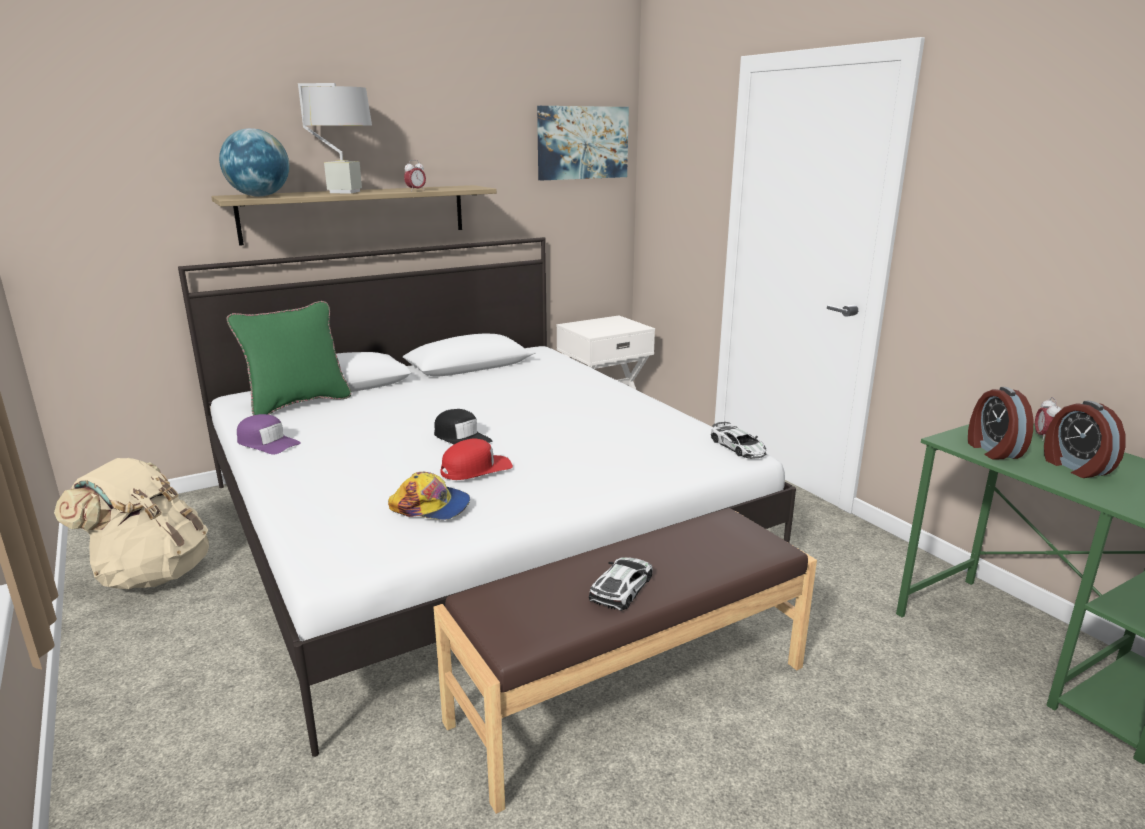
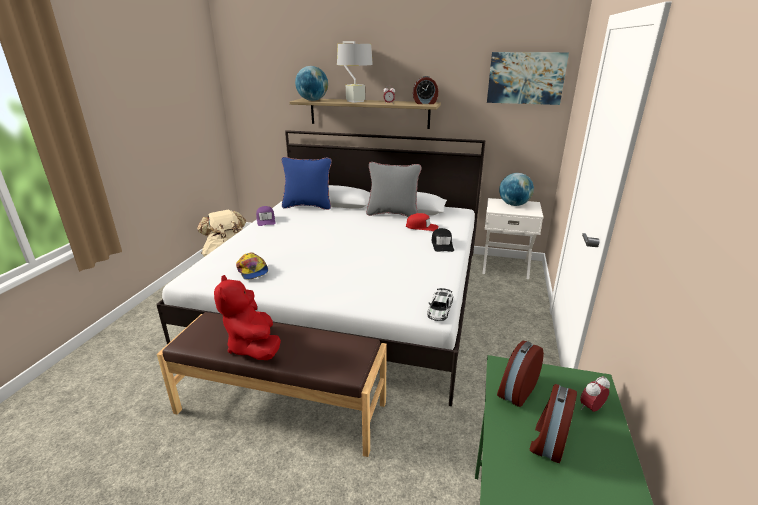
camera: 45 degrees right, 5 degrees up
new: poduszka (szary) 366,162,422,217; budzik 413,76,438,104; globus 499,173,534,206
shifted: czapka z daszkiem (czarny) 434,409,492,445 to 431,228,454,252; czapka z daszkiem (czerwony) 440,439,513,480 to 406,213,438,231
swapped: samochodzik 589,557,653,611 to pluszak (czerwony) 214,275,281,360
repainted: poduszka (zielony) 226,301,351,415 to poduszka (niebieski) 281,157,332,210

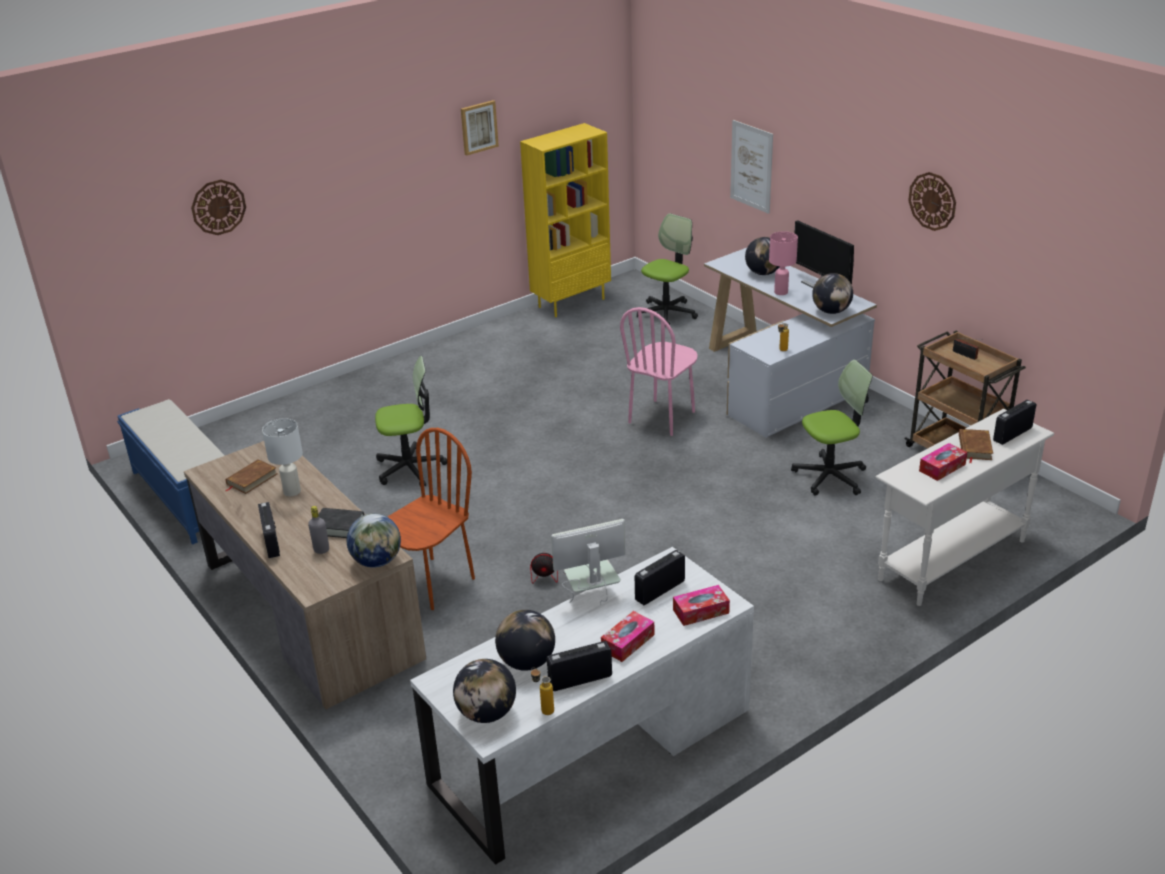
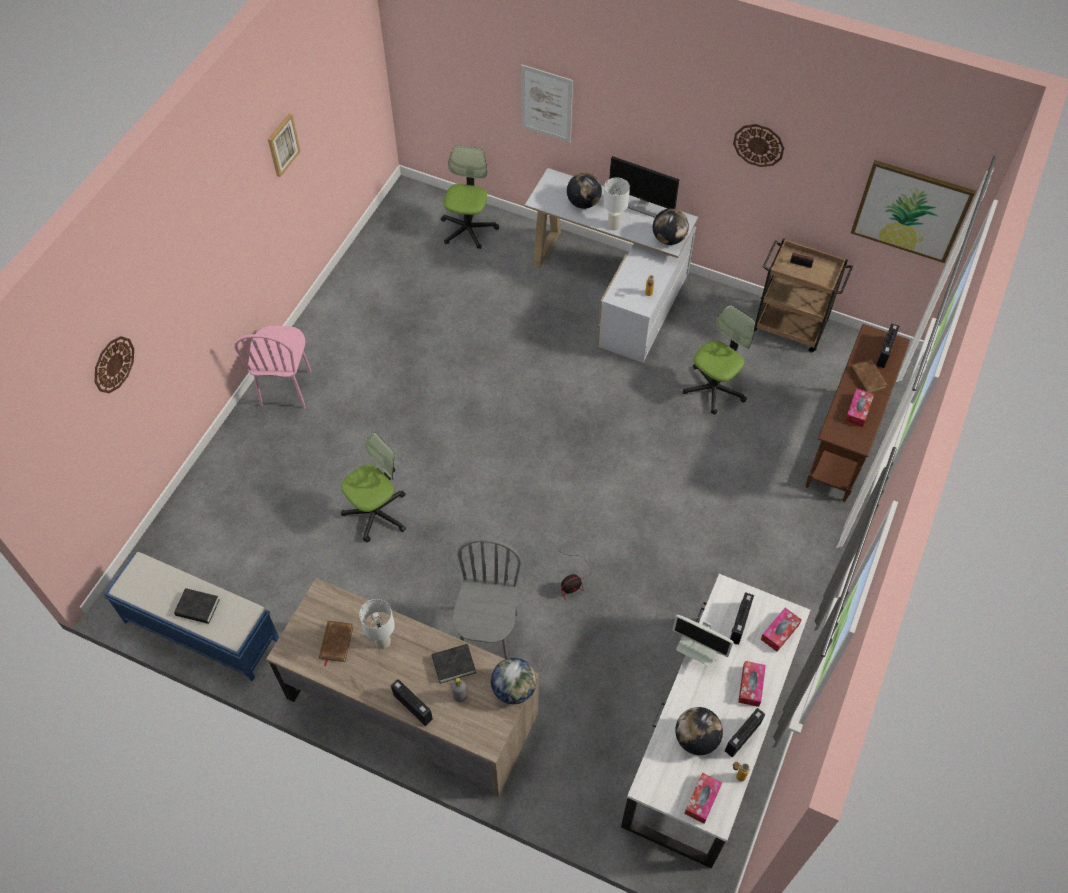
camera: 30 degrees left, 25 degrees up
gone: regał (żółty) 520,123,611,317
new: książka (czarny) 174,588,220,624; obraz 851,160,976,263
shifted: krzesło (różowy) 620,307,698,436 to 234,326,311,408
swapped: globus 453,659,516,723 to pudełko chusteczek 684,772,723,824
repainted: krzesło (brązowy) 388,428,475,610 to krzesło (szary) 452,538,522,659; lampa stołowa (różowy) 769,231,798,295 to lampa stołowa (biały) 603,177,630,230; stolik konsolowy (biały) 876,409,1054,606 to stolik konsolowy (brązowy) 805,324,910,502
rotated: monitor 551,519,626,606 = 673,615,733,666 105 degrees counterclockwise

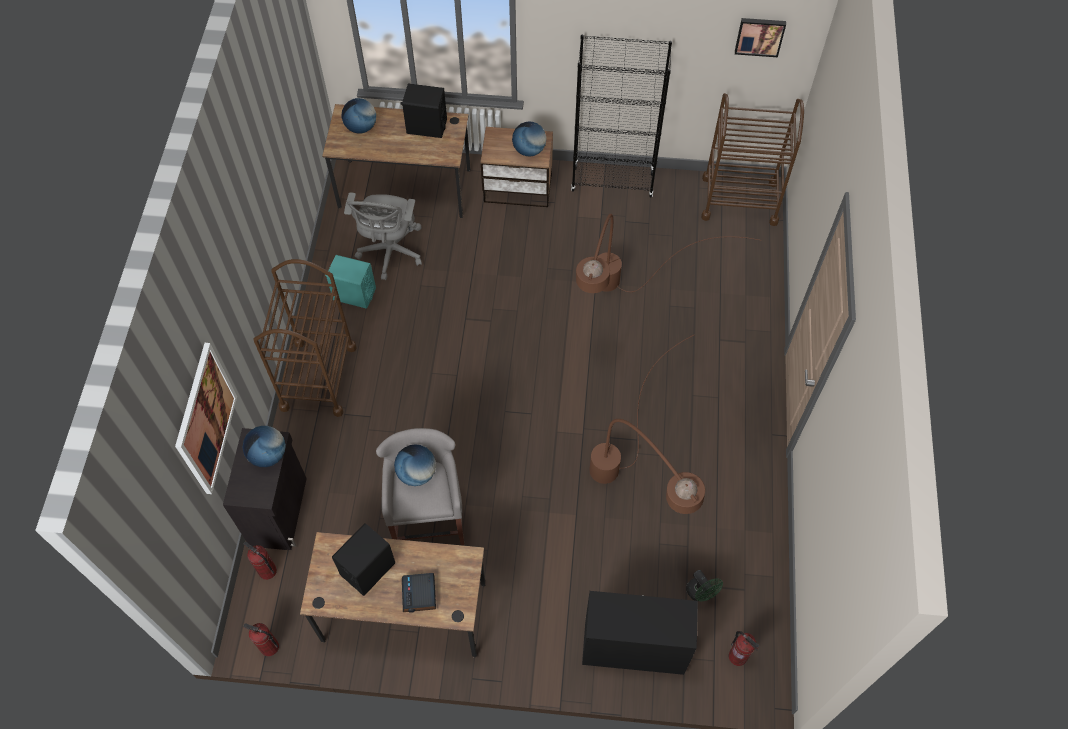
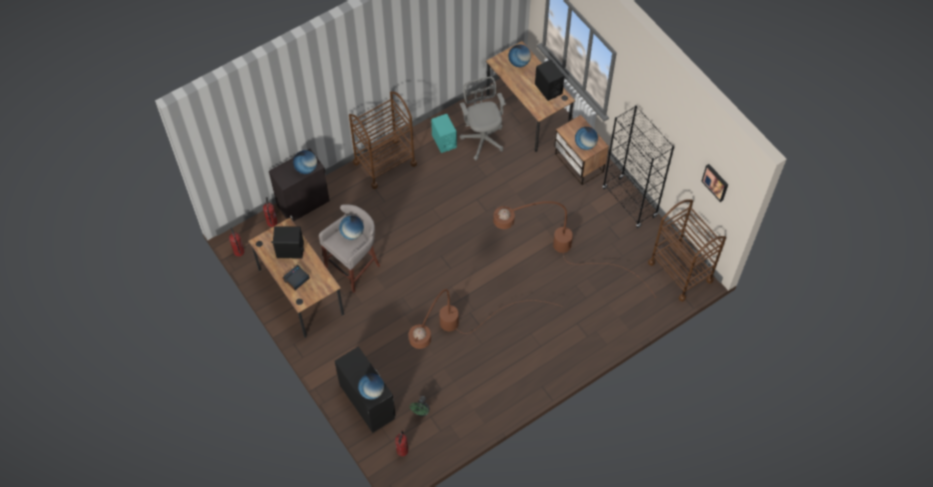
camera: 50 degrees right, 0 degrees up
gone: obraz 175,343,237,494
new: globus 358,373,384,400
rotated: krzesło biurowe (szary) 344,192,422,280 = 459,77,506,160 105 degrees clockwise

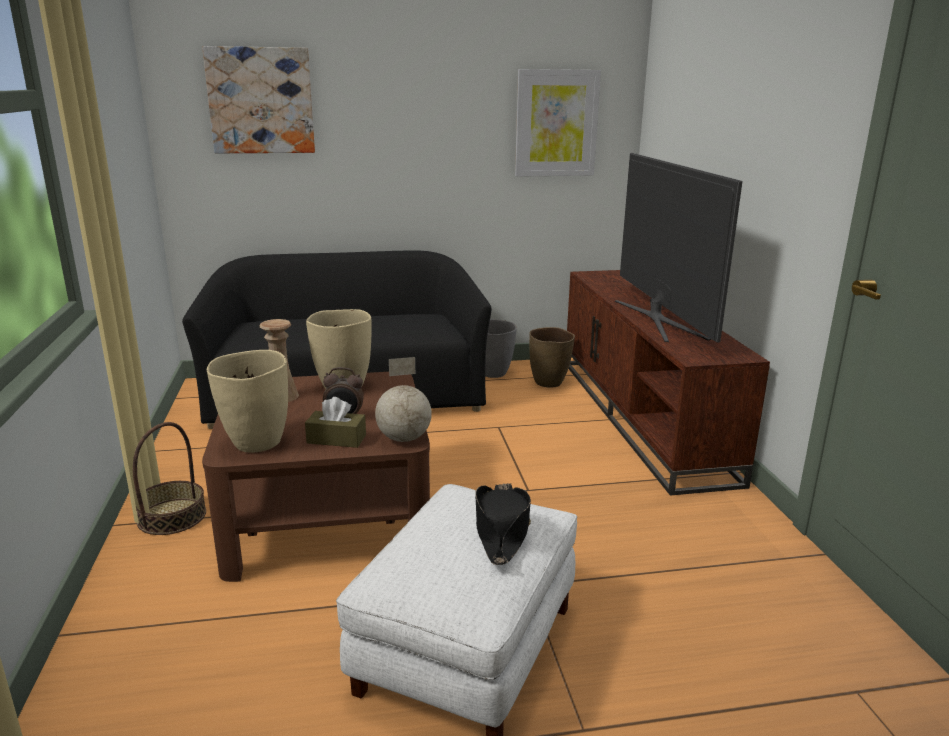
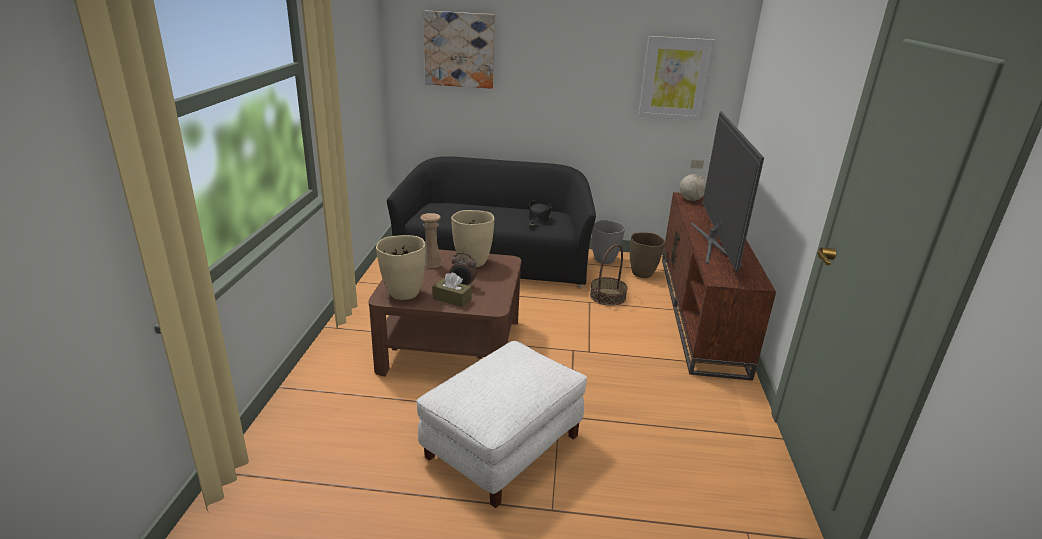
camera: 15 degrees right, 5 degrees up
shifted: koszyk 133,422,206,535 to 590,244,628,306; globus 375,357,432,442 to 679,160,706,201; kapelusz (czarny) 475,483,531,565 to 528,201,551,226

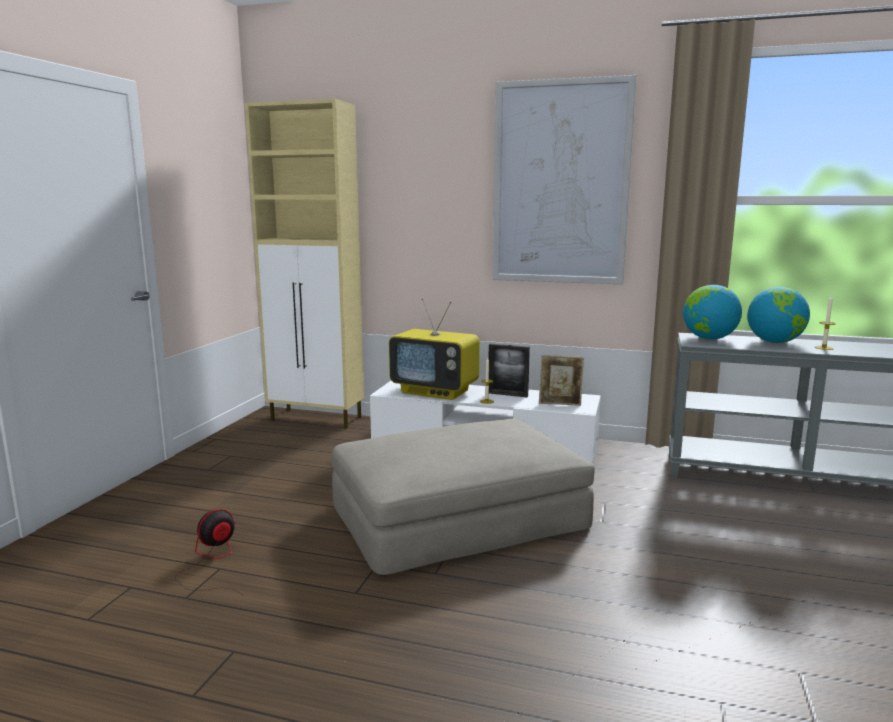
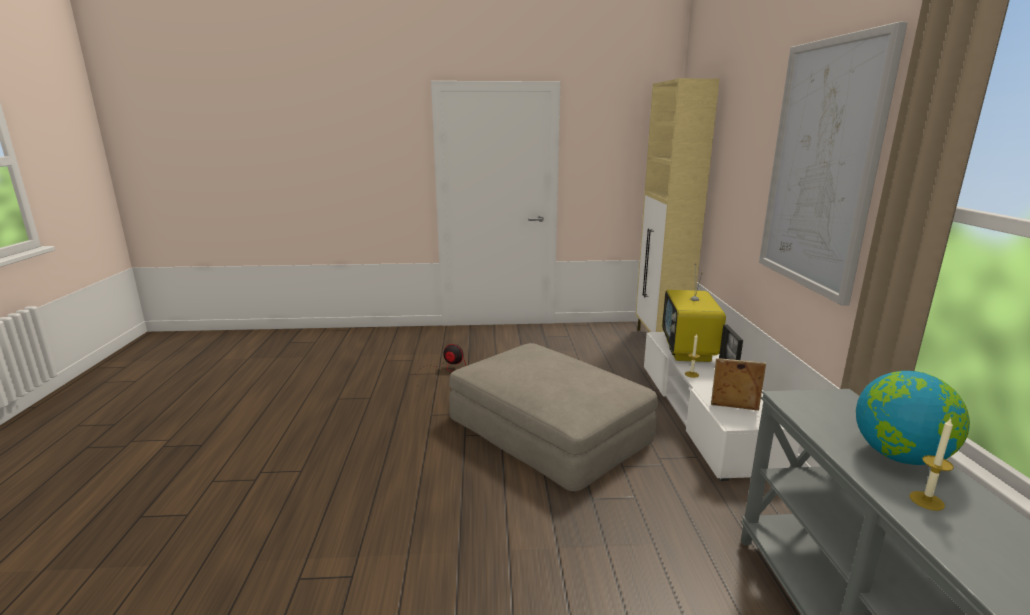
camera: 70 degrees right, 5 degrees up
gone: globus 683,285,742,340
rotated: ramka na zdjęcie 539,355,584,406 = 711,358,766,411 120 degrees clockwise

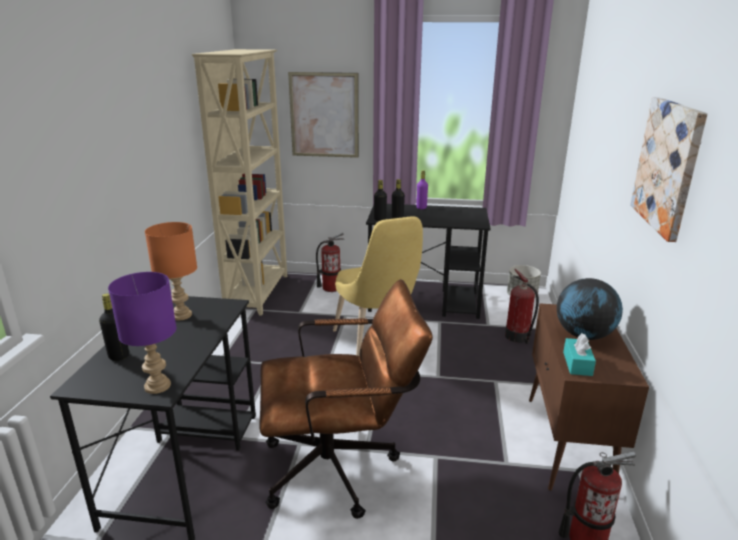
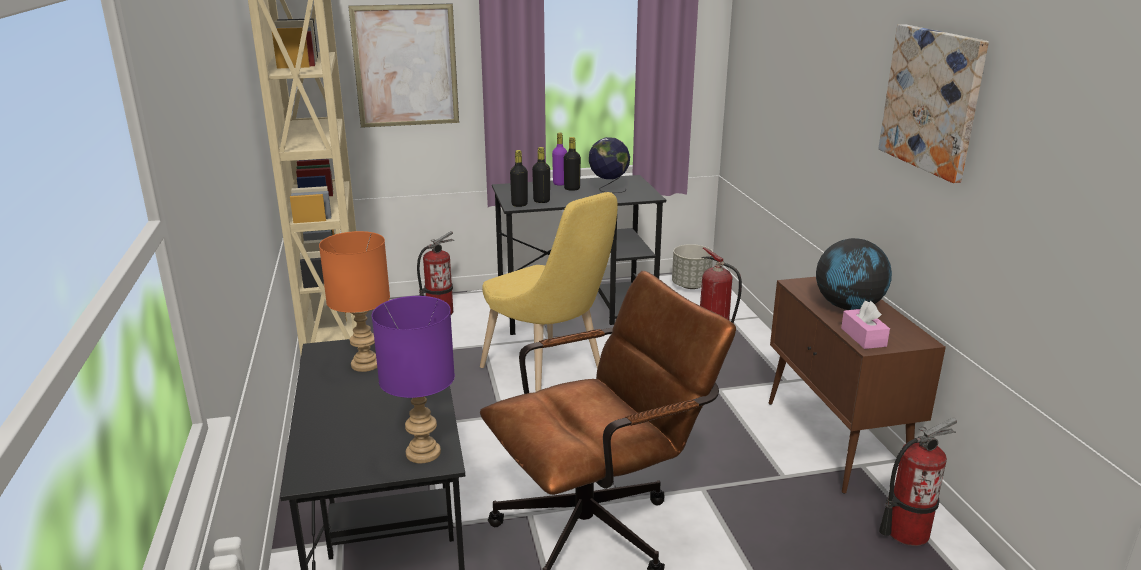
camera: 20 degrees left, 0 degrees up
new: globus 589,137,630,193
shifted: butelka (czarny) 99,293,129,361 to 564,137,581,191
repainted: pudełko chusteczek (turkusowy) 563,333,596,376 to pudełko chusteczek (różowy) 841,301,890,349

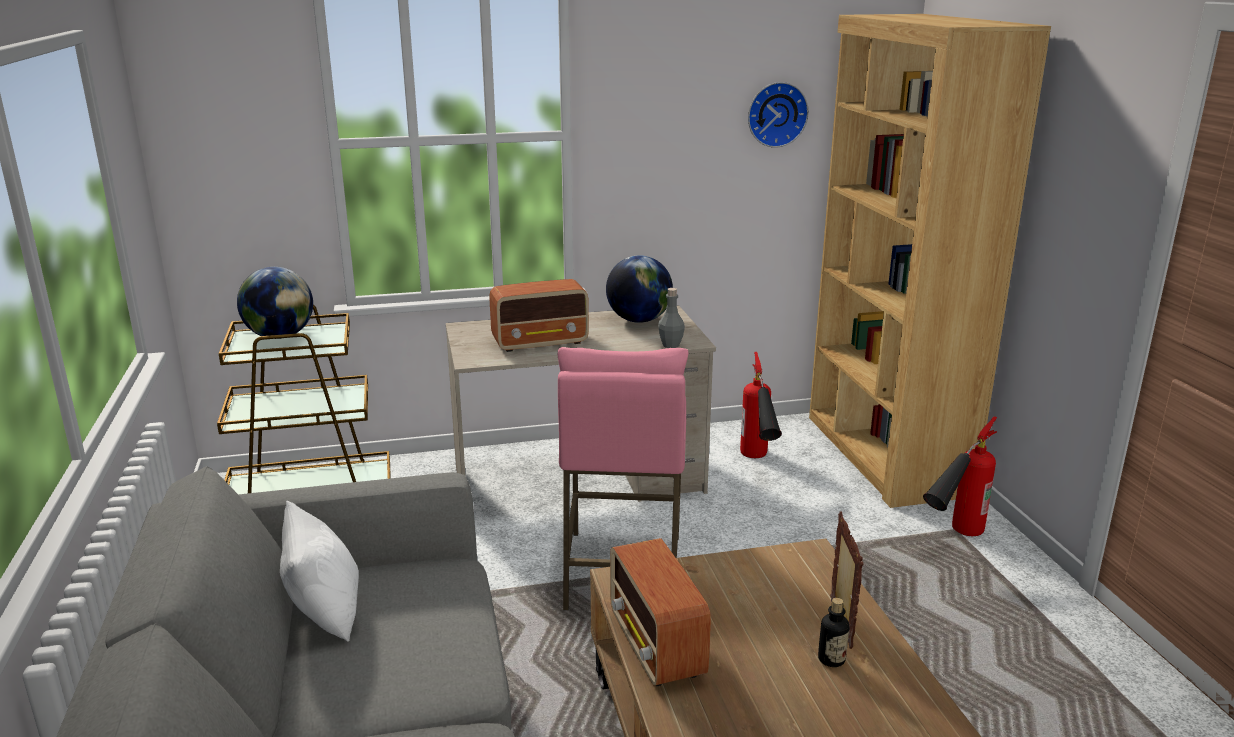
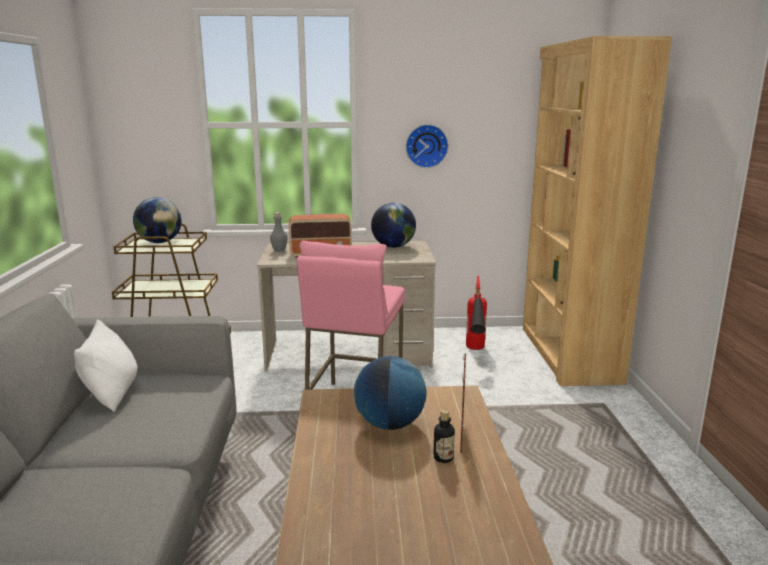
camera: 10 degrees right, 5 degrees down
gone: radio 610,538,711,687; gaśnica 923,416,997,536
new: globus 354,356,427,430
shifted: butelka (szary) 658,288,685,348 to 270,212,288,252; zegar ścienny 748,82,809,148 to 406,124,448,168

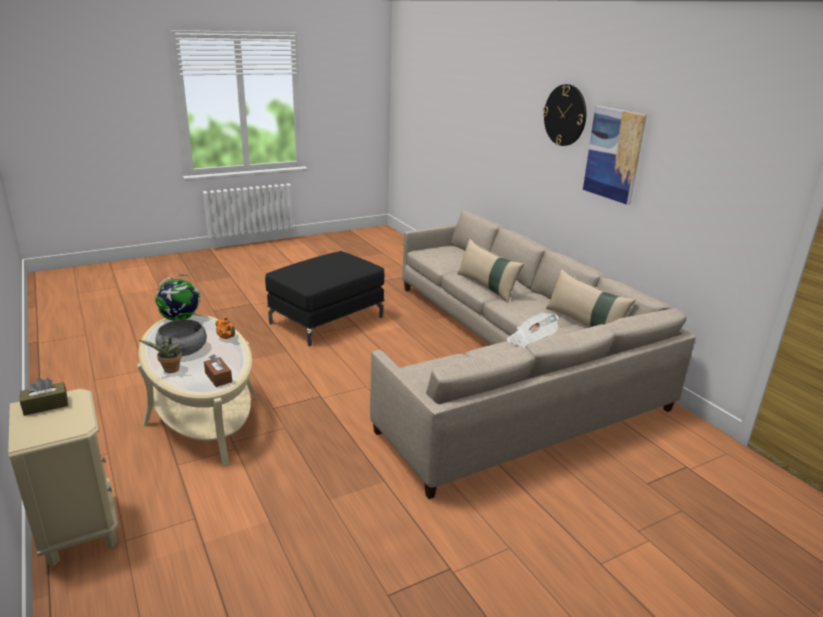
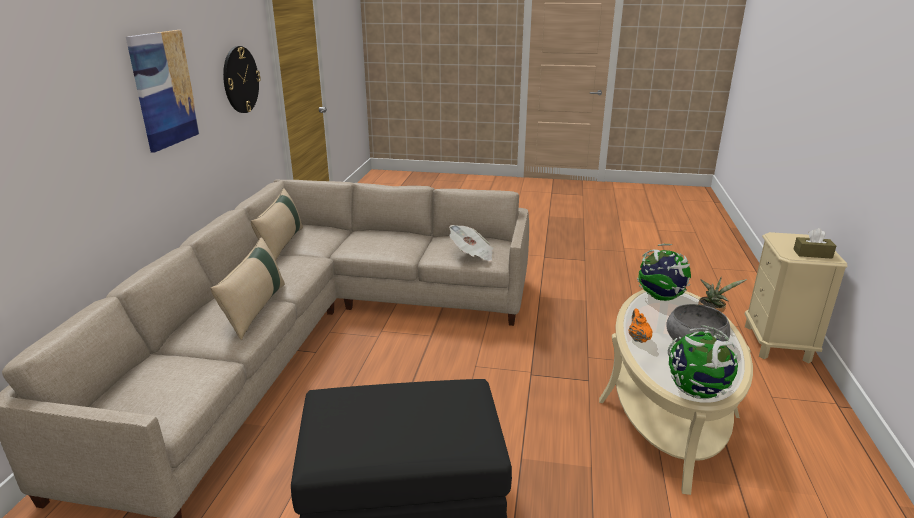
camera: 140 degrees left, 0 degrees up
shifted: gazeta 507,312,559,348 to 449,225,494,261; zegar ścienny 543,84,587,146 to 223,46,261,113
swapped: pudełko chusteczek (brązowy) 204,354,232,387 to globus 637,244,691,301

